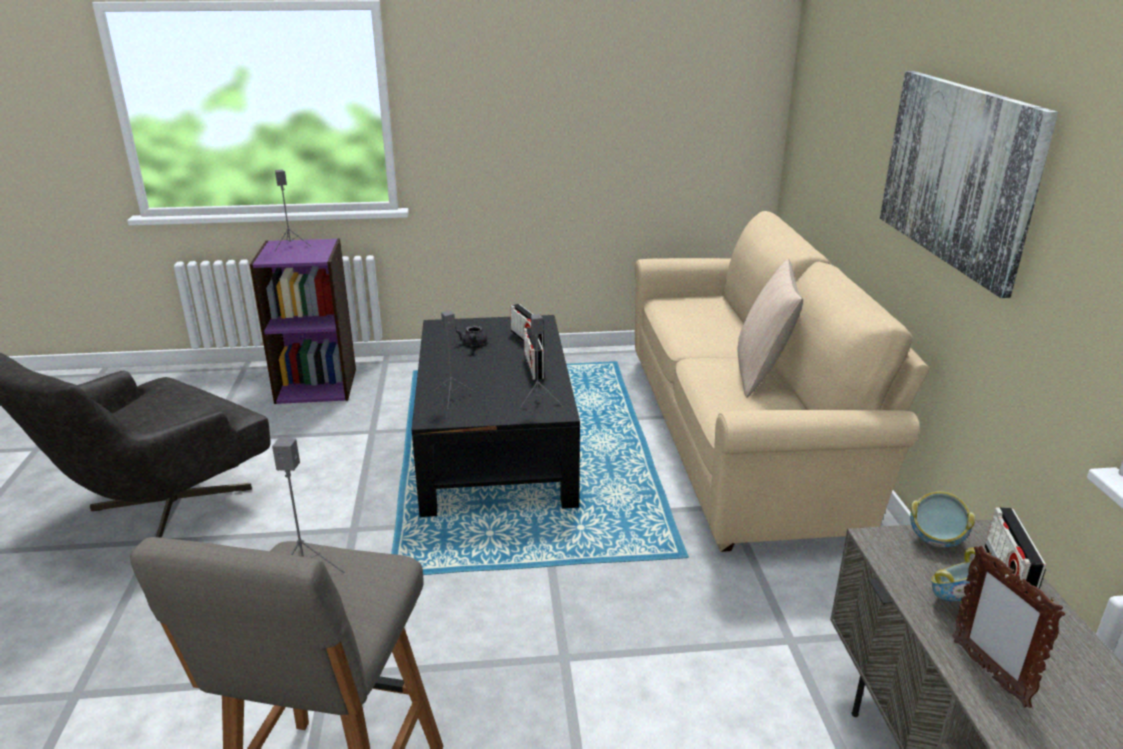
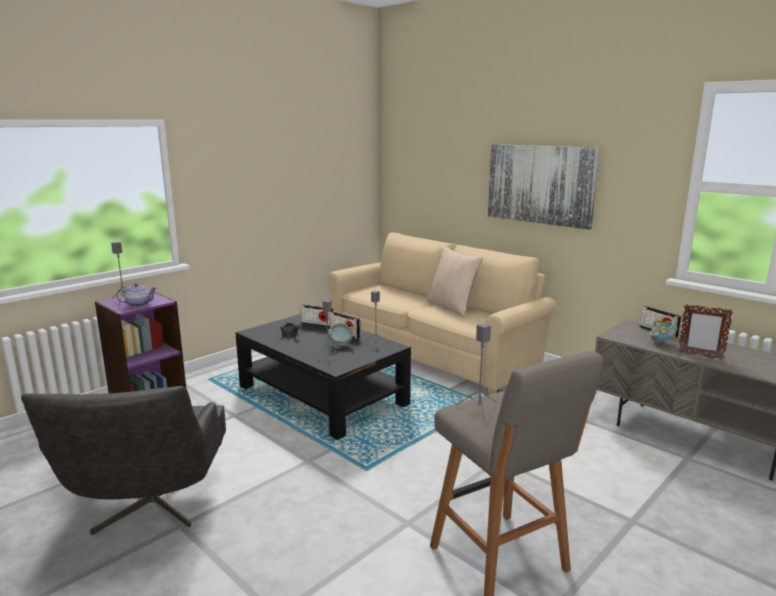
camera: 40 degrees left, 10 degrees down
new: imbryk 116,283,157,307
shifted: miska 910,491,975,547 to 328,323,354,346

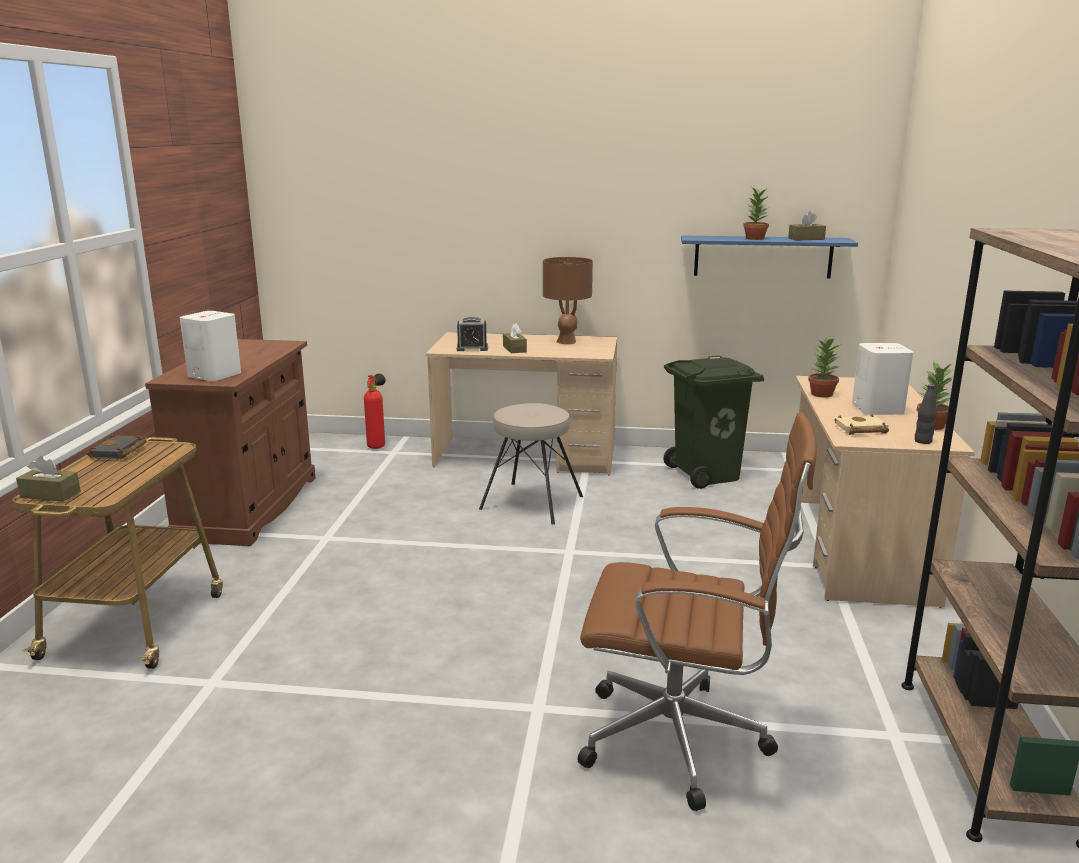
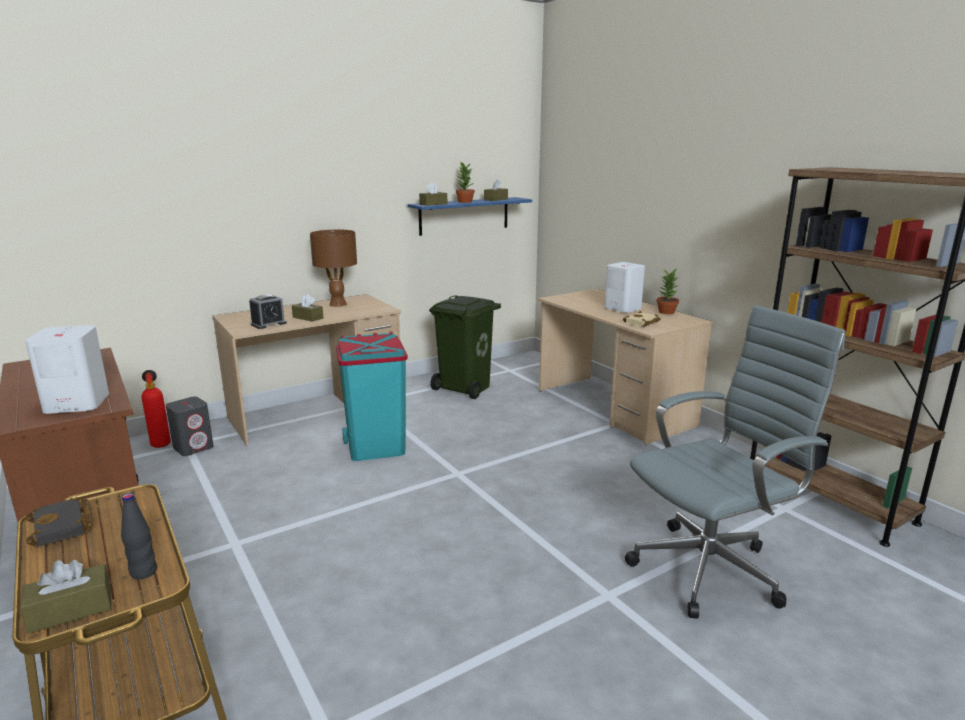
camera: 40 degrees left, 0 degrees up
gone: roślina doniczkowa 808,336,840,397
new: głośnik (szary) 166,396,213,456; pudełko chusteczek (brązowy) 419,182,447,206
shifted: butelka (czarny) 915,384,937,444 to 121,493,157,579
swapped: stołek (beżowy) 479,403,583,524 to kosz na śmieci (turkusowy) 336,332,408,461
repainted: krzesło biurowe (brązowy) 578,412,817,811 to krzesło biurowe (szary) 625,305,846,619

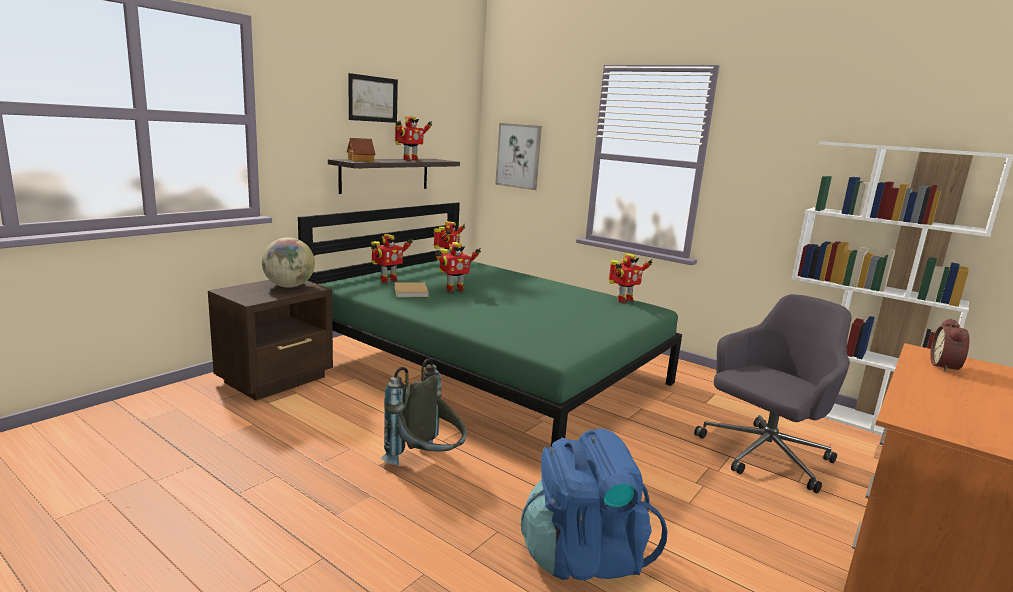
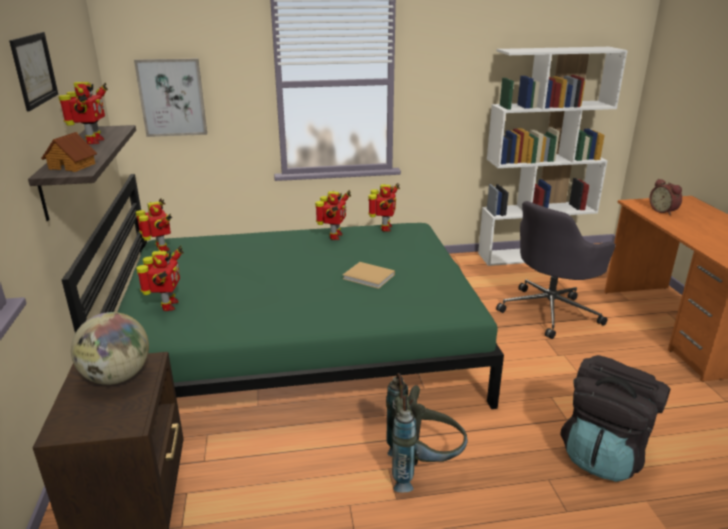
camera: 45 degrees left, 10 degrees up
shifted: książka (beżowy) 394,282,429,297 to 343,262,395,289; robot zabawkowy 435,242,481,292 to 315,190,351,240
repainted: plecak (niebieski) 521,428,668,580 to plecak (czarny) 560,355,671,482
rotated: krzesło biurowe (szary) 694,294,852,493 = 496,201,616,339 135 degrees counterclockwise

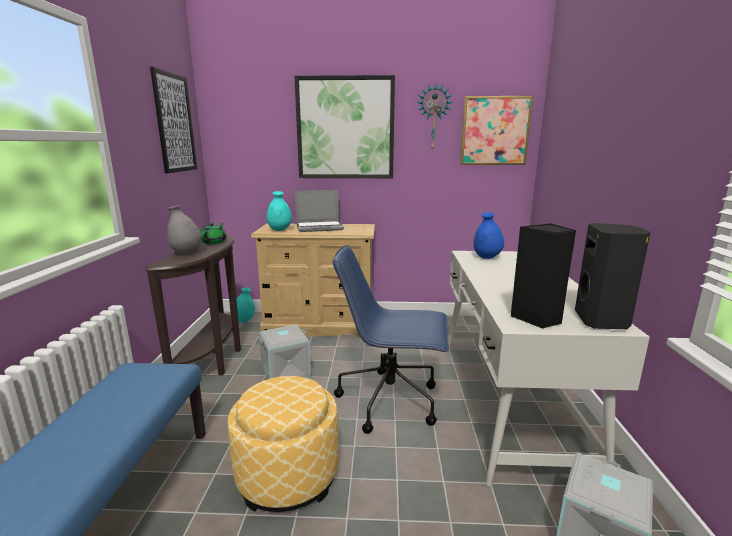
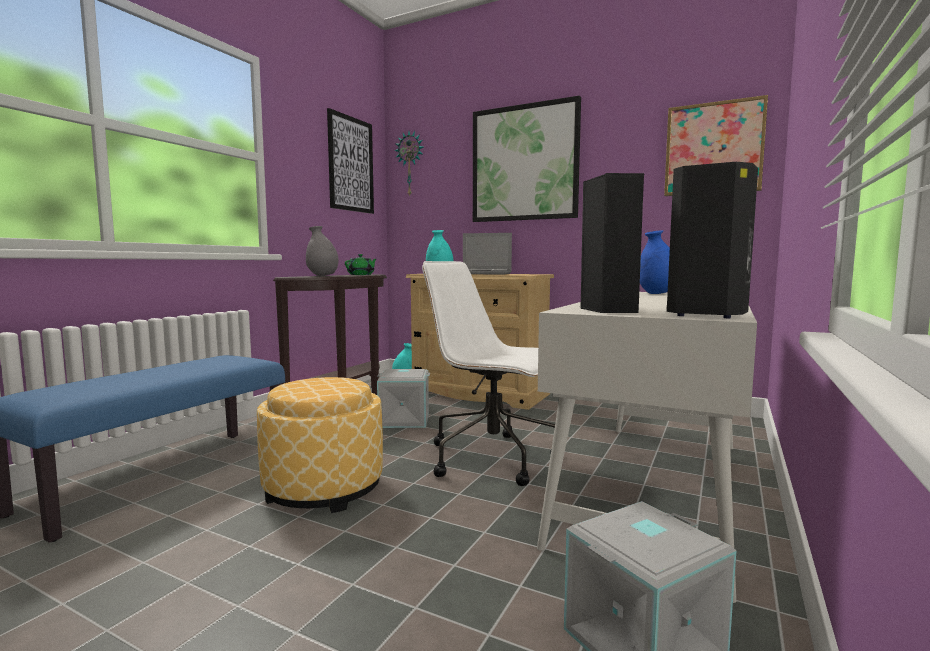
camera: 25 degrees right, 10 degrees down
shifted: zegar ścienny 417,84,453,151 to 395,131,424,197
repainted: krzesło biurowe (niebieski) 333,245,449,434 to krzesło biurowe (biały) 422,261,555,486

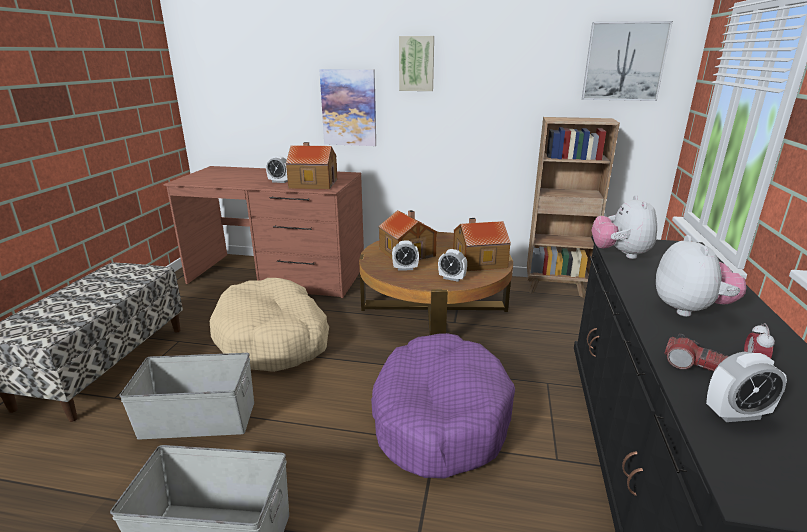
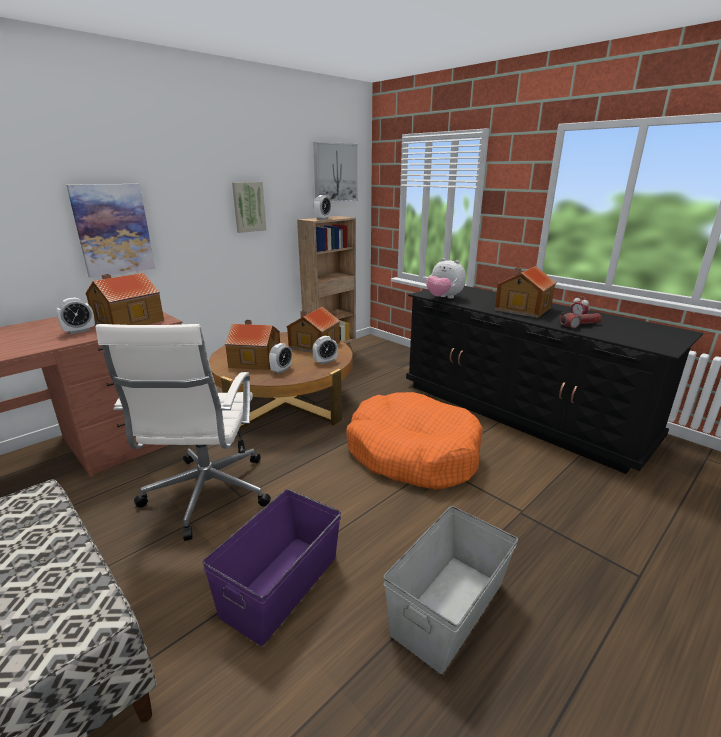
camera: 55 degrees left, 0 degrees up
shifted: obraz 399,36,434,91 to 232,182,266,233; budzik 706,352,787,422 to 313,195,331,220
swapped: legowisko (beżowy) 210,278,329,372 to krzesło biurowe (biały) 96,324,271,541; pluszak 656,235,746,317 to domek 495,266,556,318
repainted: pojemnik do przechowywania (szary) 119,353,254,439 to pojemnik do przechowywania (fioletowy) 202,489,341,646; legowisko (fioletowy) 371,333,515,479 to legowisko (pomarańczowy) 346,392,483,490

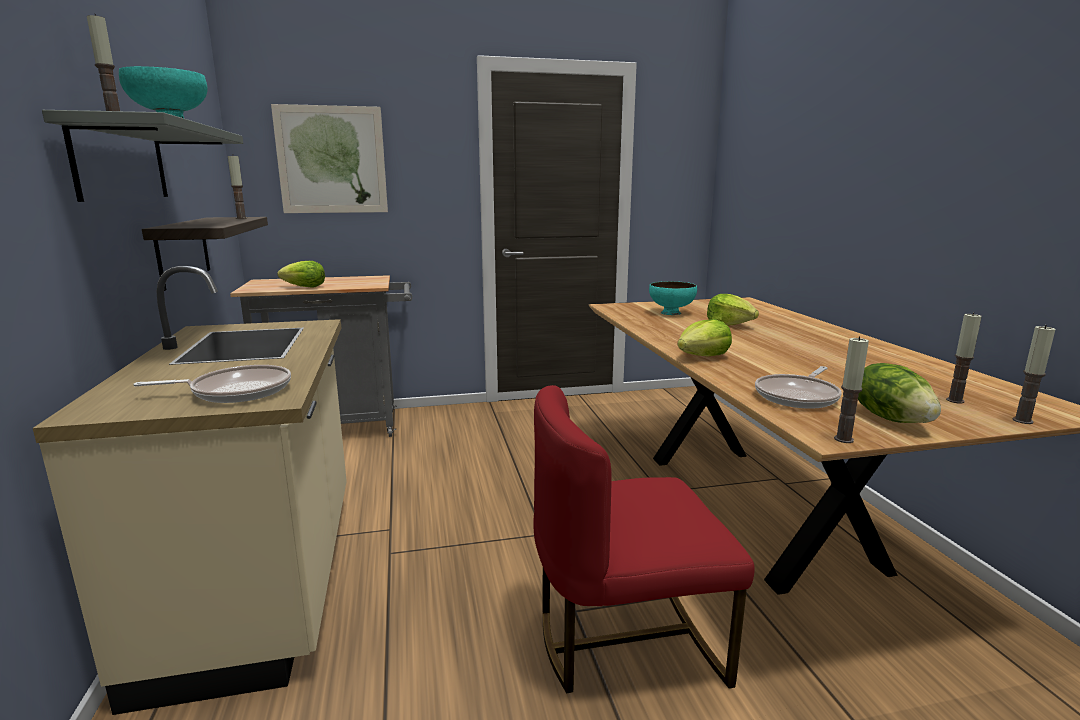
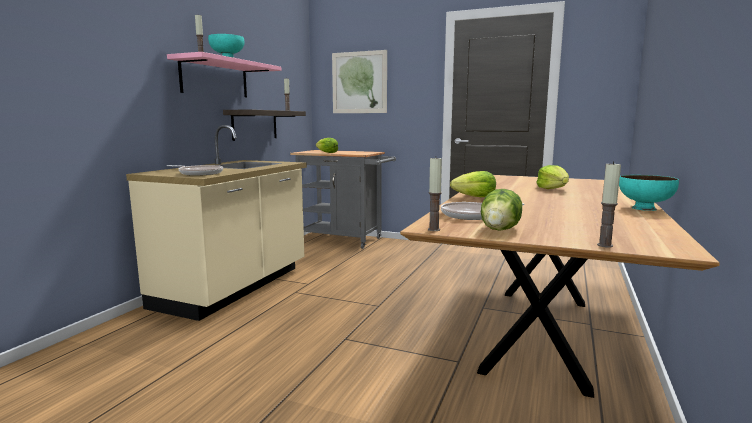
camera: 35 degrees right, 5 degrees down
gone: krzesło (czerwony) 534,385,755,693; świeca 946,312,982,403
shifted: miska (turkusowy) 649,281,697,315 to 619,175,679,211
repainted: półka (szary) 42,110,243,202 to półka (różowy) 167,52,281,97

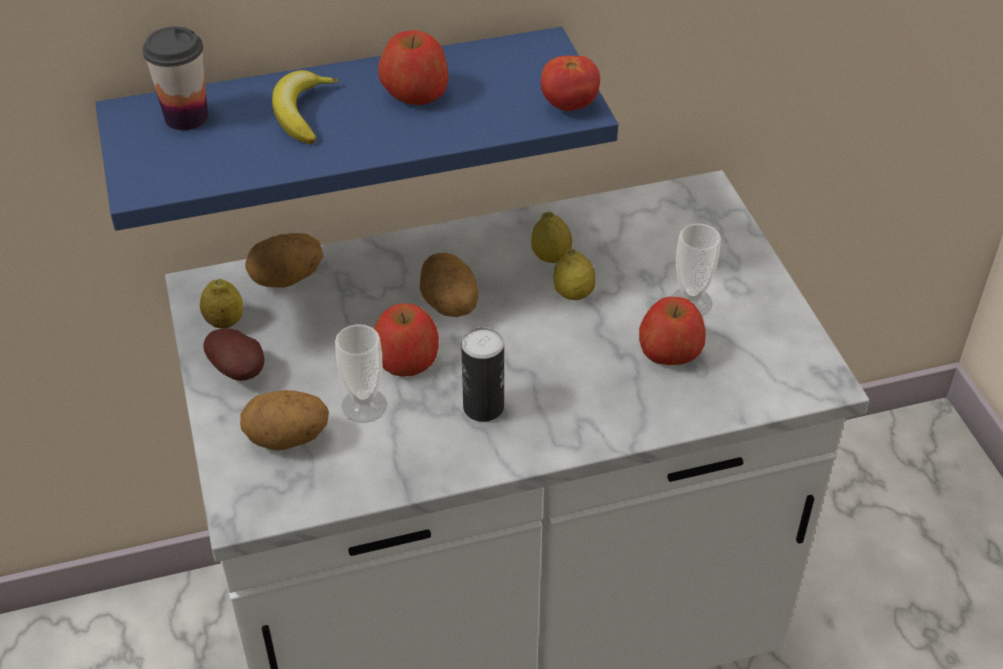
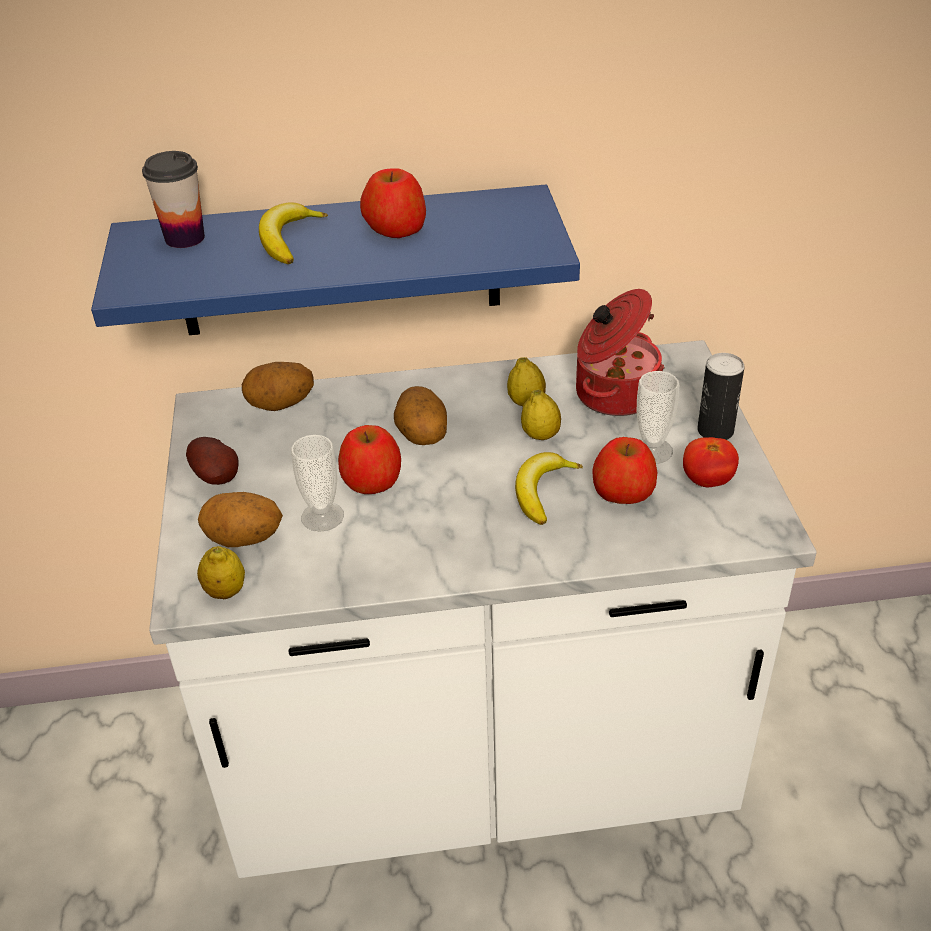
camera: 10 degrees right, 5 degrees down
new: banan 515,452,583,525; garnek 576,289,665,416
shifted: cytryna 200,279,243,328 to 197,546,245,599; puszka 461,327,504,422 to 697,353,745,440; pomidor 541,55,600,111 to 683,437,739,487

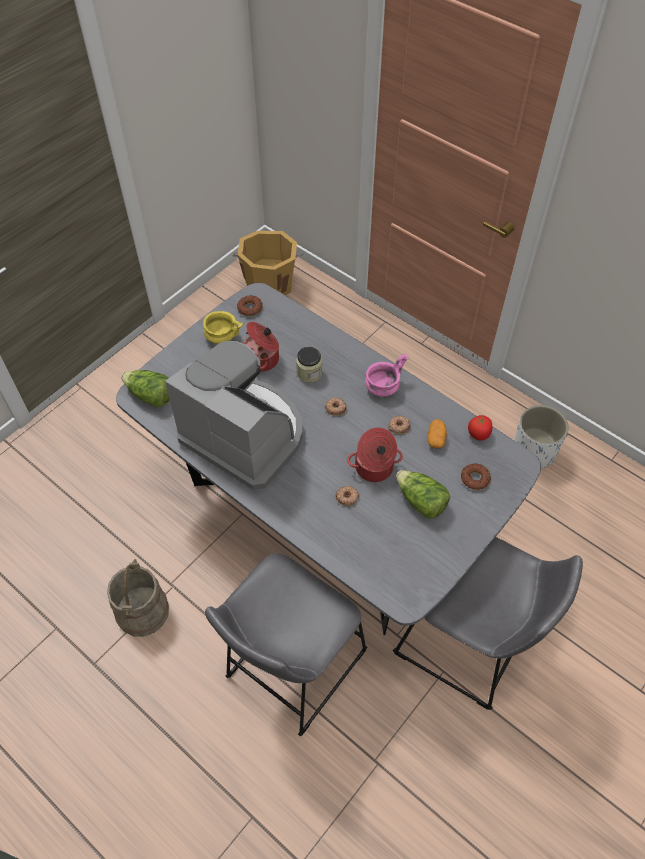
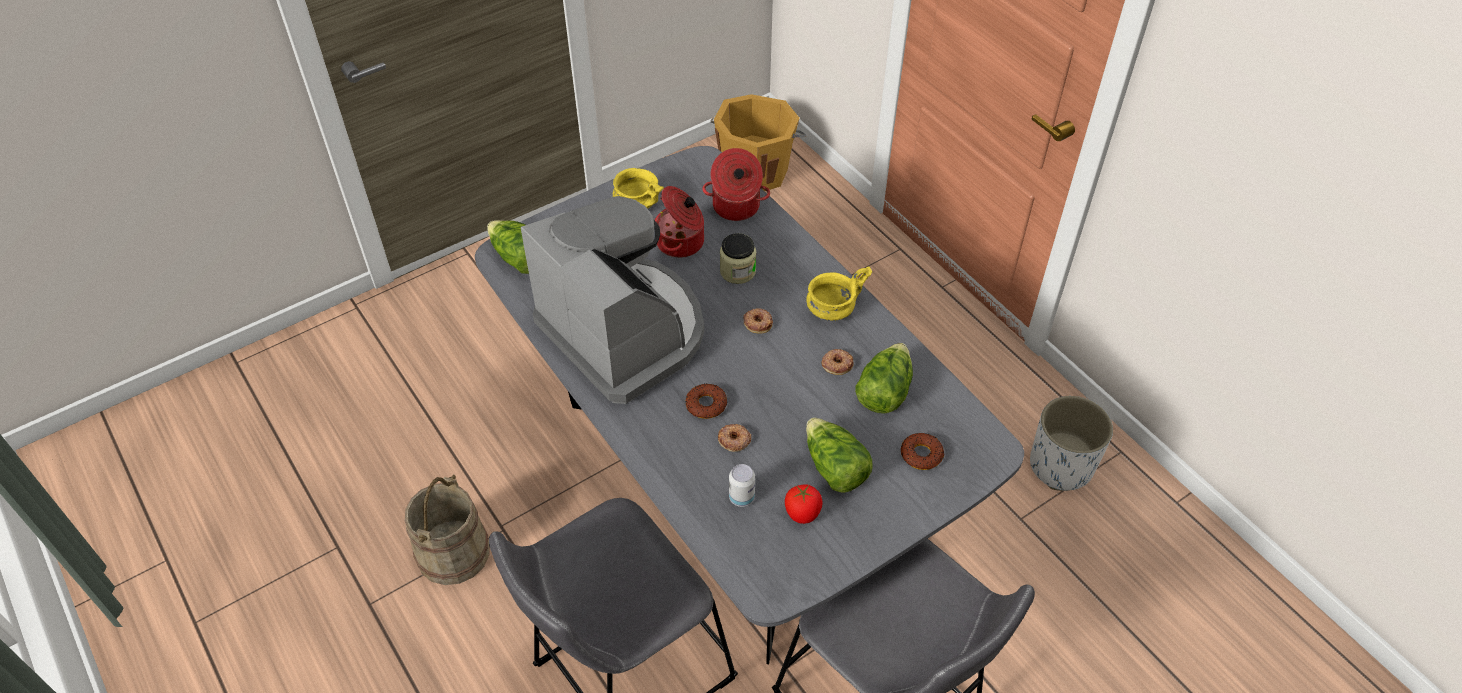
camera: 15 degrees right, 5 degrees down
new: puszka 729,464,755,507
shifted: donut 237,295,263,316 to 686,383,727,419; garnek 347,428,403,482 to 702,148,770,221; pomidor 468,415,492,440 to 785,484,822,524
swapped: ziemniak 427,419,447,449 to sałata 855,343,913,414
repainted: miska (różowy) 365,354,408,397 to miska (żółty) 806,266,872,321

